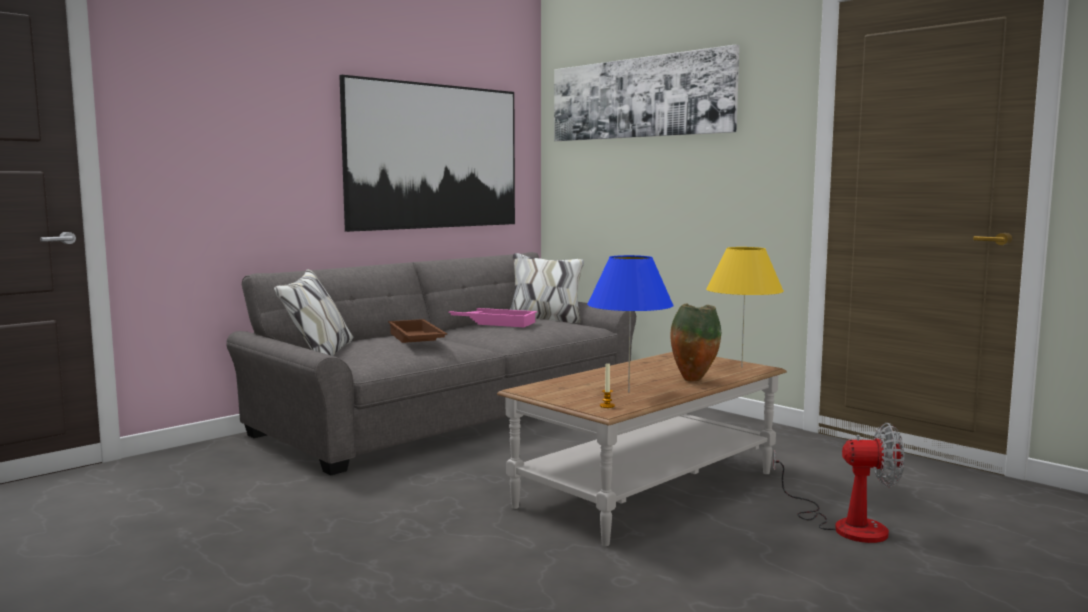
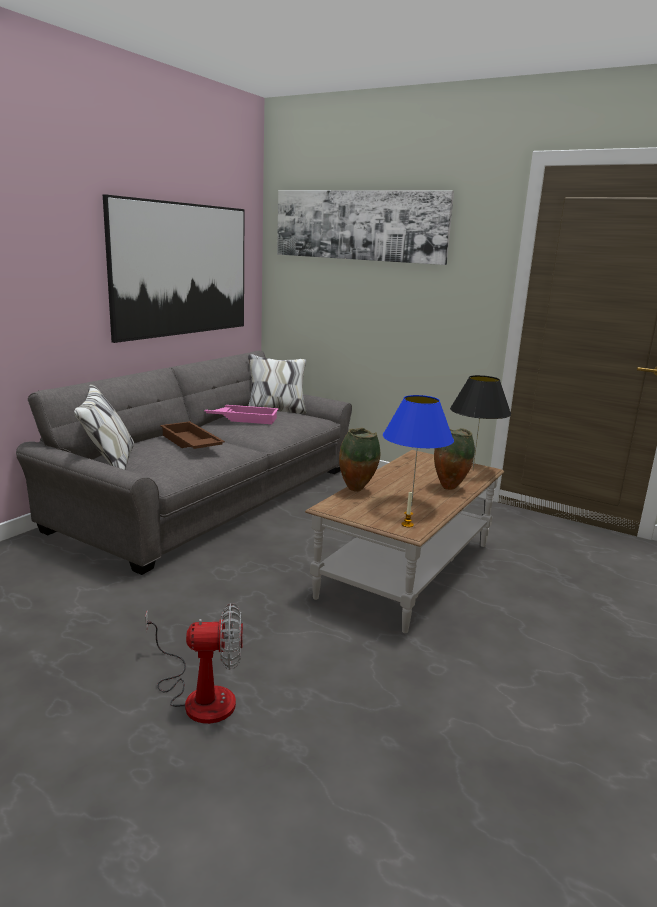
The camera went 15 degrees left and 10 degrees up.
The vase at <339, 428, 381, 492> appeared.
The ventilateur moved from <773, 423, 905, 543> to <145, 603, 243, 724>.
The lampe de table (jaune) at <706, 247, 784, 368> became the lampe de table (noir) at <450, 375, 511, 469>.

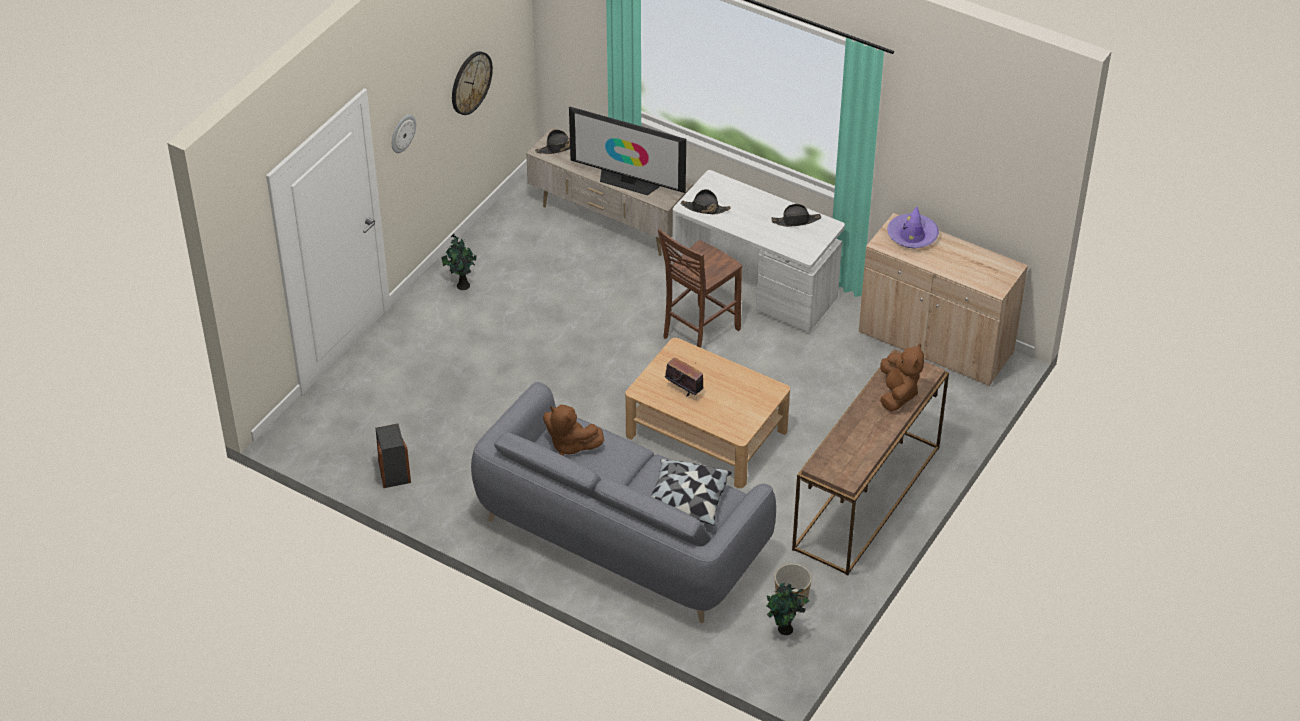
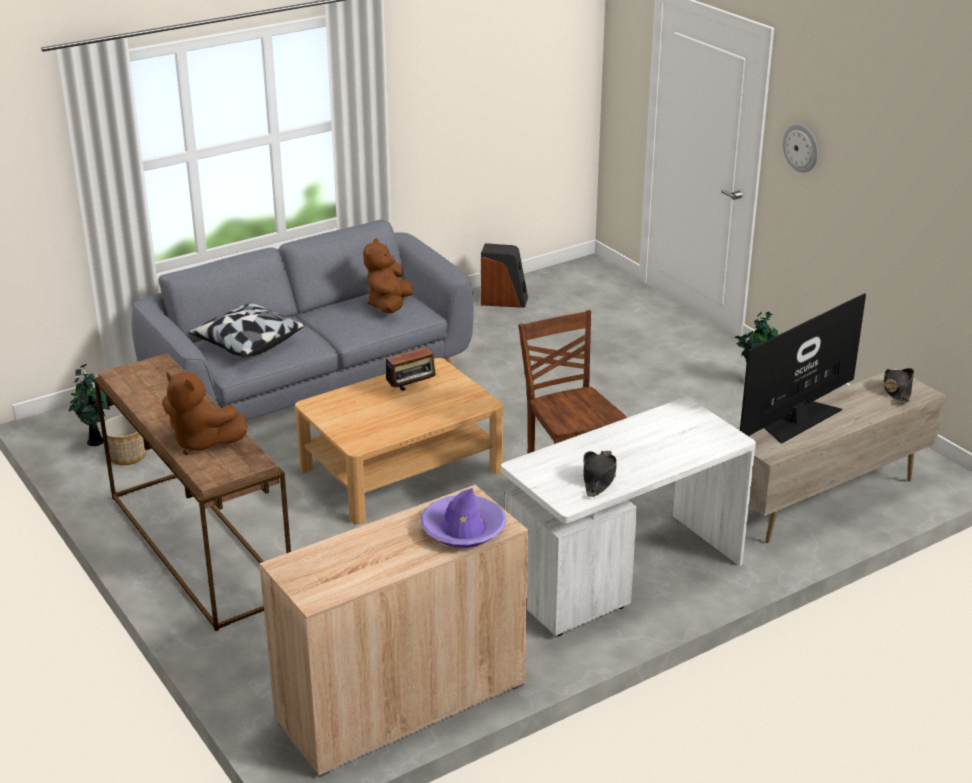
The camera went 115 degrees right and 15 degrees down.
The horloge murale at <452, 51, 493, 115> disappeared.
The chapeau (noir) at <681, 189, 731, 214> disappeared.
The peluche (marron) at <543, 405, 604, 456> turned 45 degrees counterclockwise.

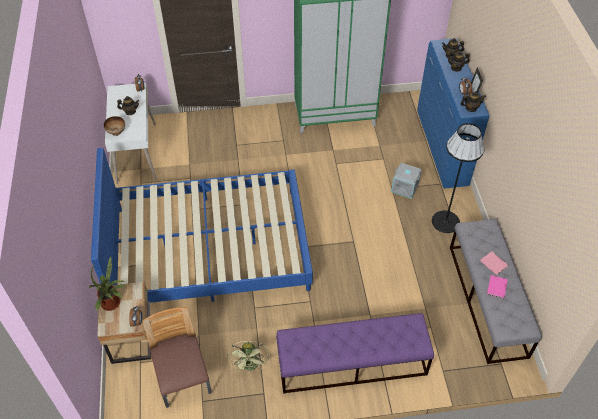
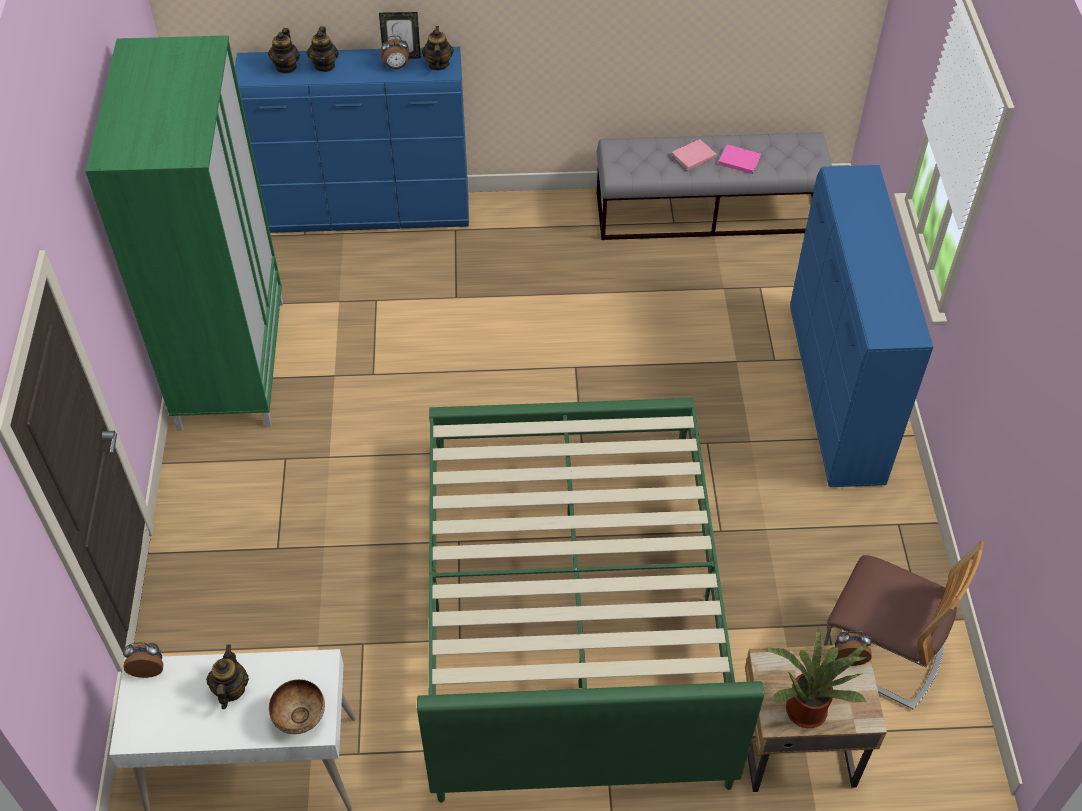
The camera went 85 degrees left and 0 degrees up.
The ventilateur (vert) at <227, 341, 269, 373> disappeared.
The boîte de rangement (gris) at <391, 163, 422, 199> disappeared.
The lampadaire (noir) at <432, 123, 485, 233> disappeared.
The banc (violet) at <276, 313, 434, 394> was replaced by the commode (bleu) at <790, 165, 933, 487>.
The lit (bleu) at <91, 148, 313, 303> became the lit (vert) at <417, 398, 764, 803>.
The chaise at <142, 307, 212, 408> turned 135 degrees counterclockwise.

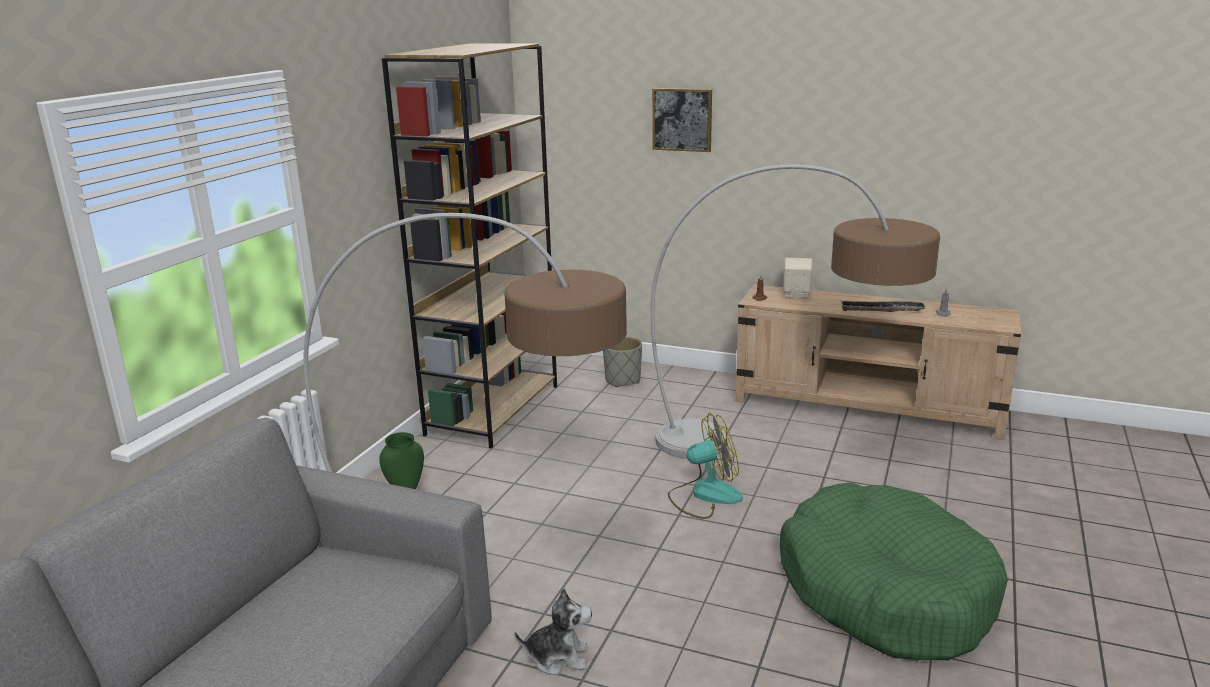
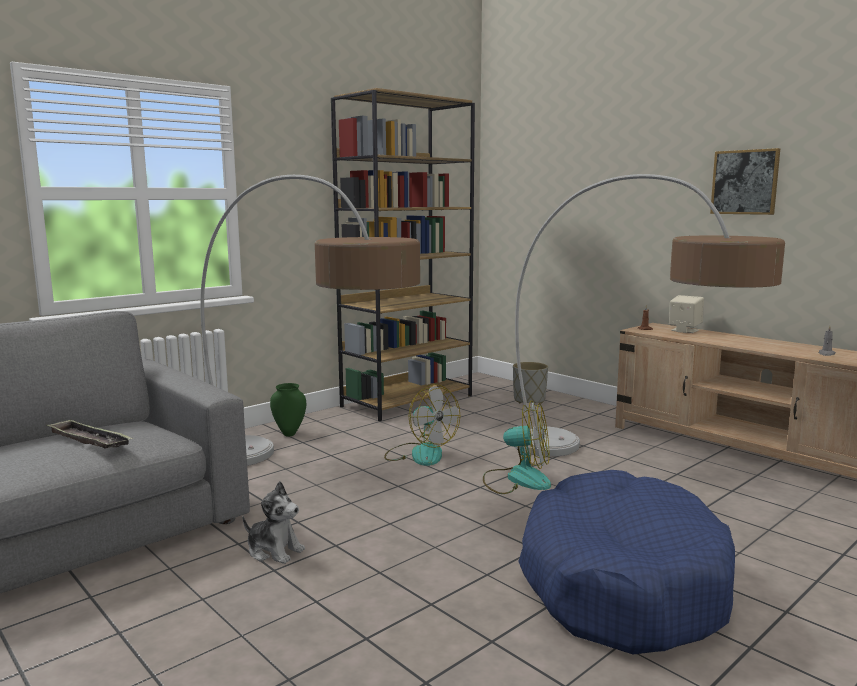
The camera went 25 degrees right and 10 degrees down.
The ventilateur at <384, 384, 460, 466> appeared.
The tableau moved from <652, 88, 712, 152> to <710, 148, 780, 215>.
The plateau moved from <840, 301, 926, 312> to <46, 420, 133, 449>.
The panier pour chien (vert) at <780, 482, 1008, 660> became the panier pour chien (bleu) at <518, 470, 735, 655>.

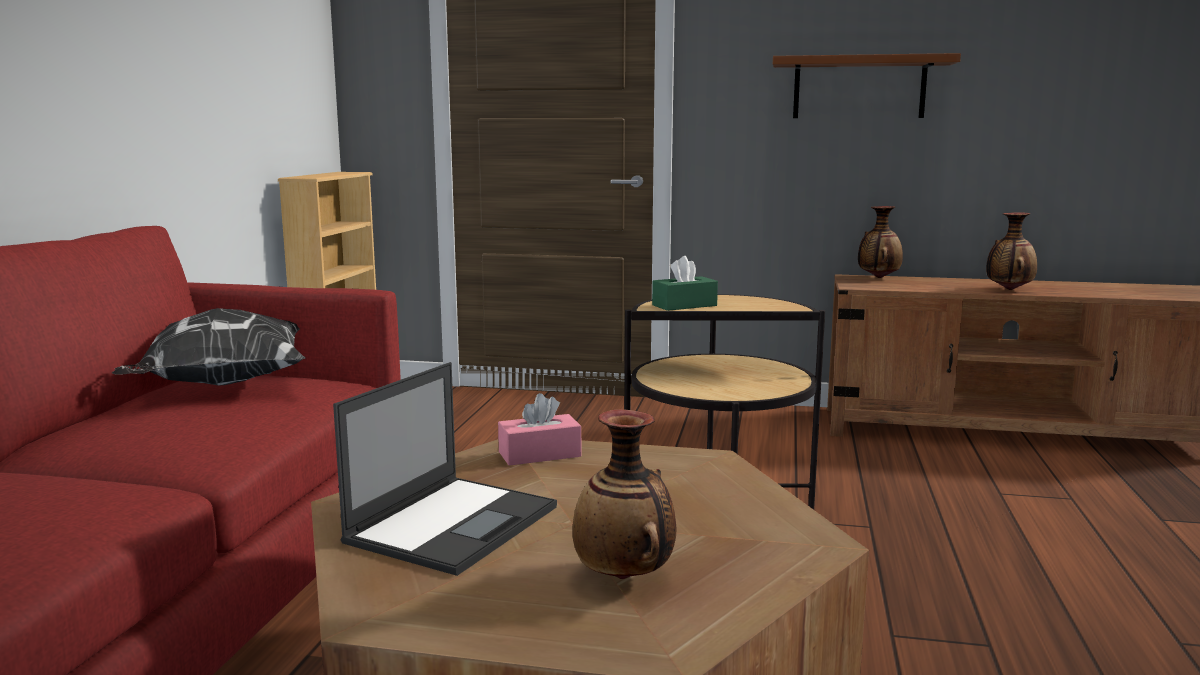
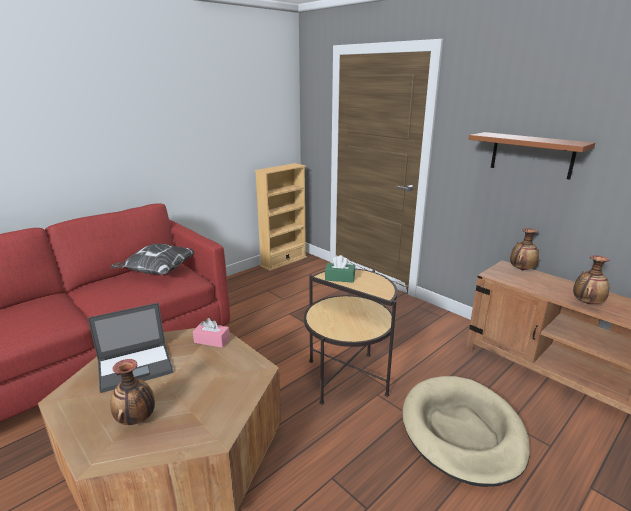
The camera went 35 degrees right and 10 degrees up.
The panier pour chien (beige) at <402, 376, 530, 487> appeared.

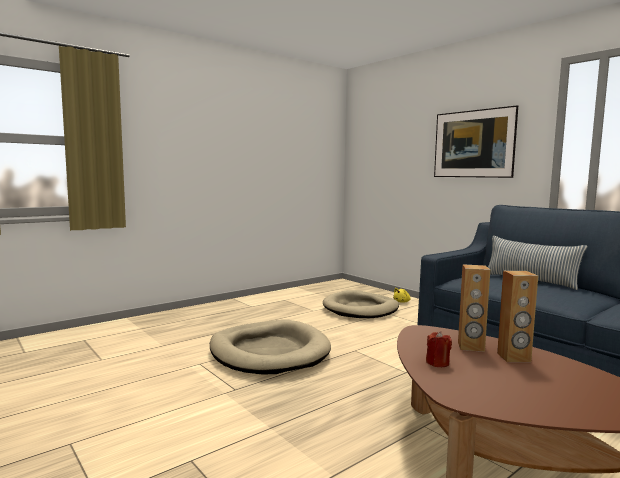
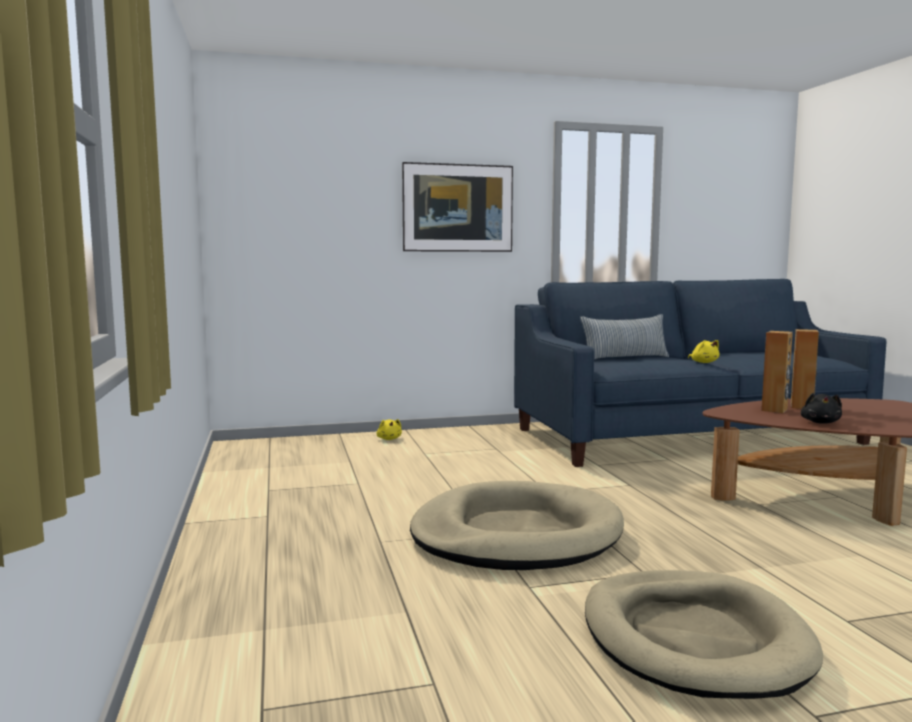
The camera went 65 degrees left and 0 degrees up.
The peluche (jaune) at <688, 340, 720, 363> appeared.
The panier pour chien (beige) moved from <323, 290, 399, 318> to <585, 570, 823, 699>.
The bougie (rouge) at <426, 331, 452, 367> was replaced by the peluche (noir) at <801, 393, 842, 424>.

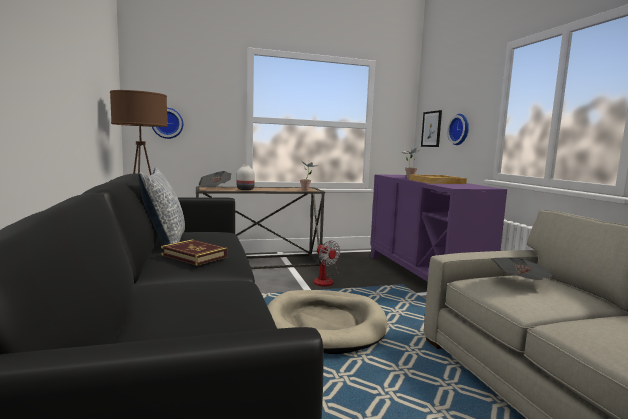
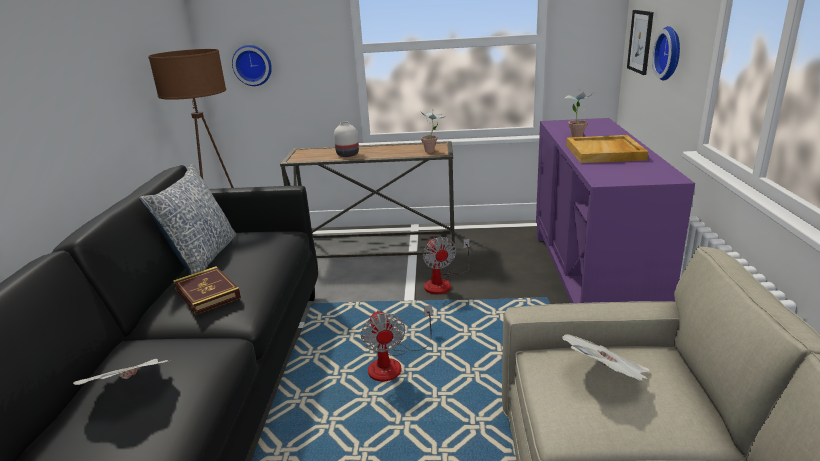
The camera went 20 degrees right and 15 degrees up.
The journal moved from <199, 171, 231, 188> to <73, 359, 168, 385>.
The panier pour chien (beige) at <267, 290, 387, 354> was replaced by the ventilateur at <361, 305, 432, 381>.

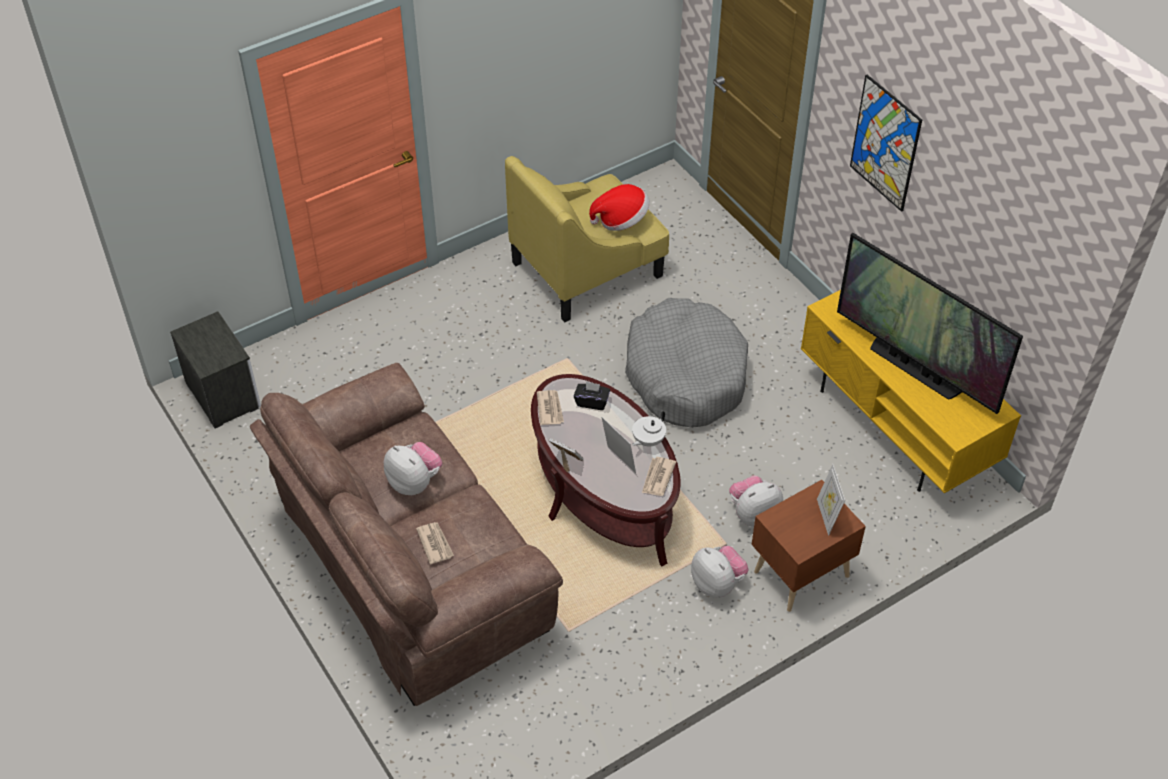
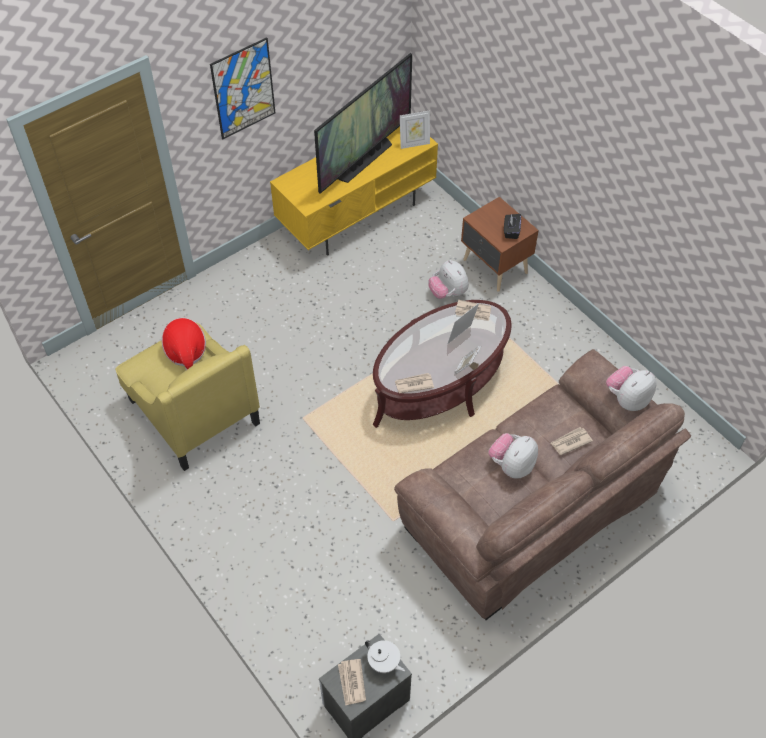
The camera went 95 degrees left and 5 degrees up.
The panier pour chien (gris) at <625, 298, 748, 428> disappeared.
The journal at <338, 659, 366, 706> appeared.
The boîte à mouchoirs (noir) moved from <574, 381, 610, 410> to <504, 214, 521, 239>.
The théière (blanc) moved from <632, 411, 666, 447> to <365, 640, 405, 673>.
The peluche moved from <691, 546, 749, 598> to <606, 366, 656, 411>.
The cadre photo moved from <817, 464, 845, 536> to <400, 110, 430, 149>.

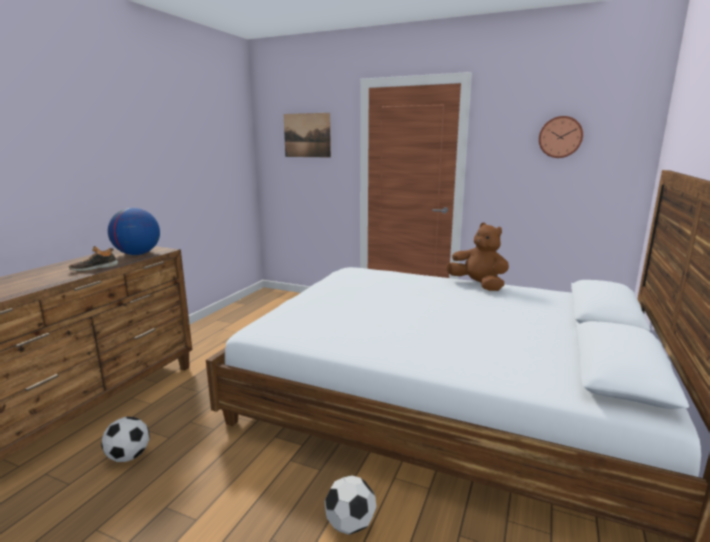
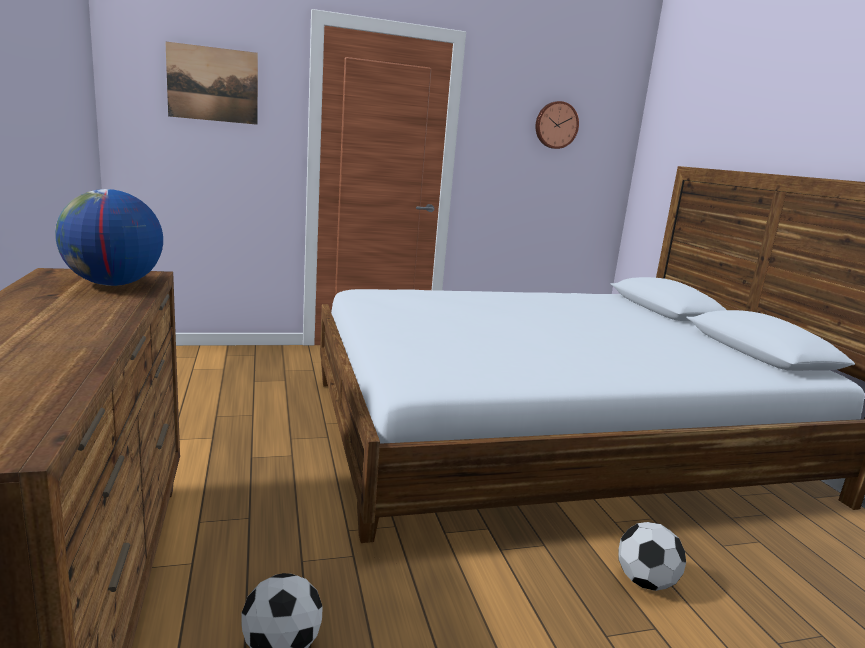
The camera went 40 degrees left and 0 degrees up.
The chaussure at <69, 246, 119, 271> disappeared.
The peluche (marron) at <446, 223, 509, 291> disappeared.

